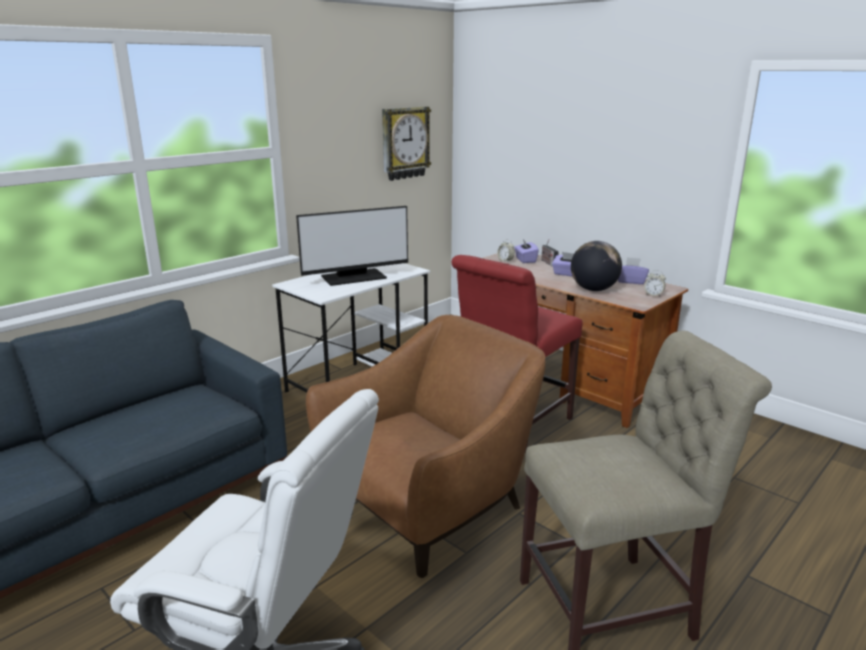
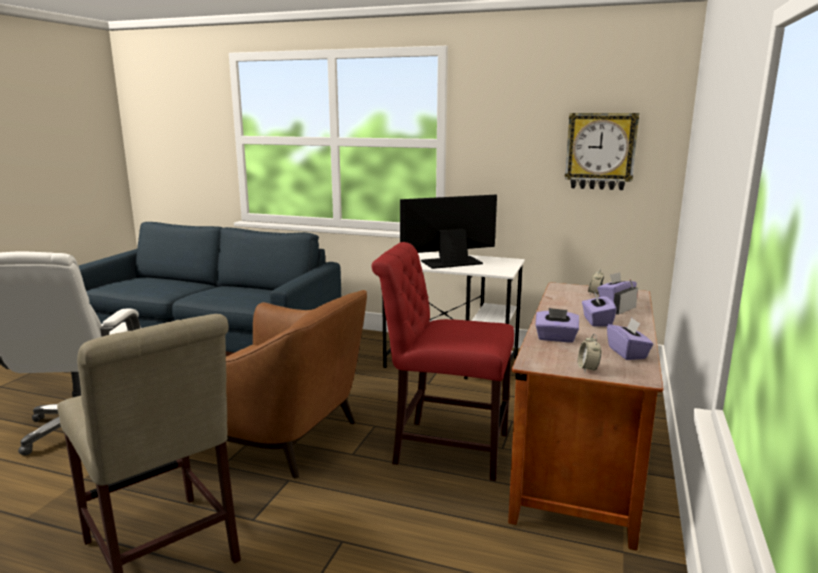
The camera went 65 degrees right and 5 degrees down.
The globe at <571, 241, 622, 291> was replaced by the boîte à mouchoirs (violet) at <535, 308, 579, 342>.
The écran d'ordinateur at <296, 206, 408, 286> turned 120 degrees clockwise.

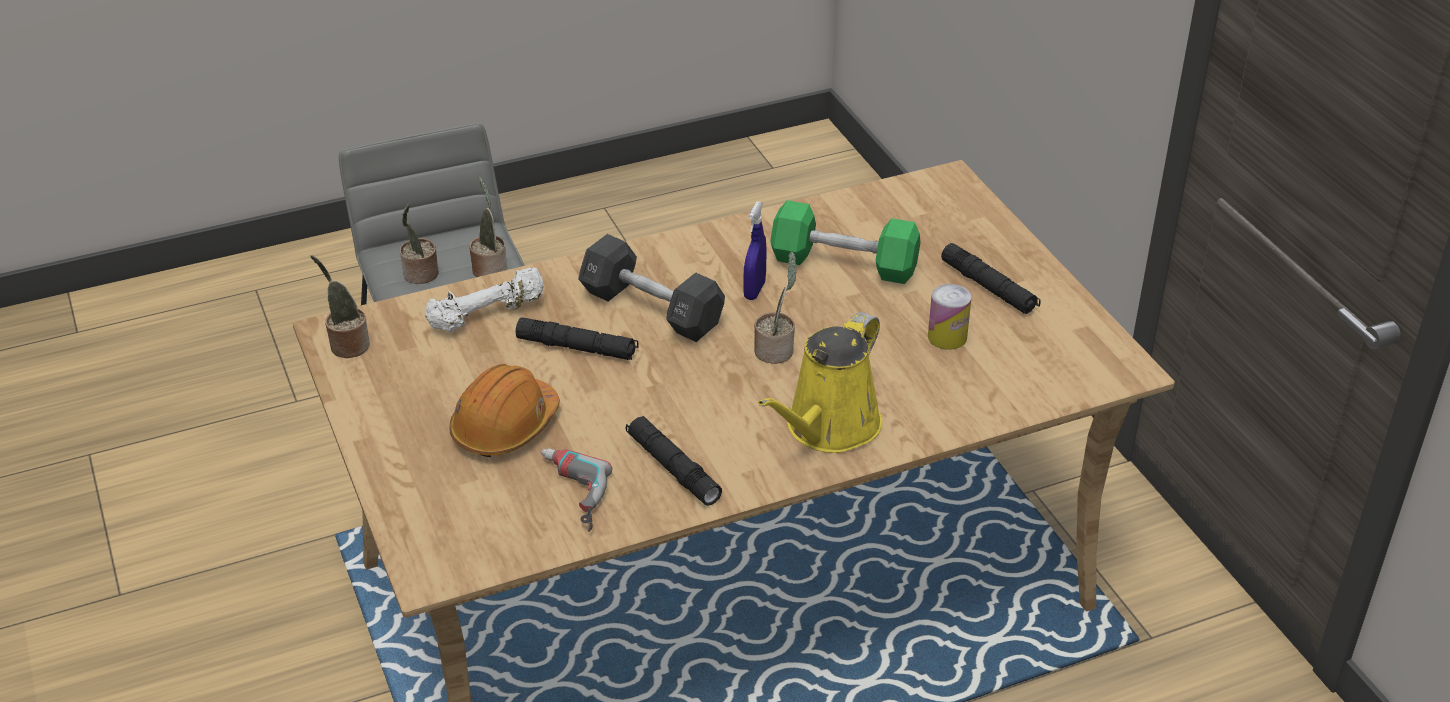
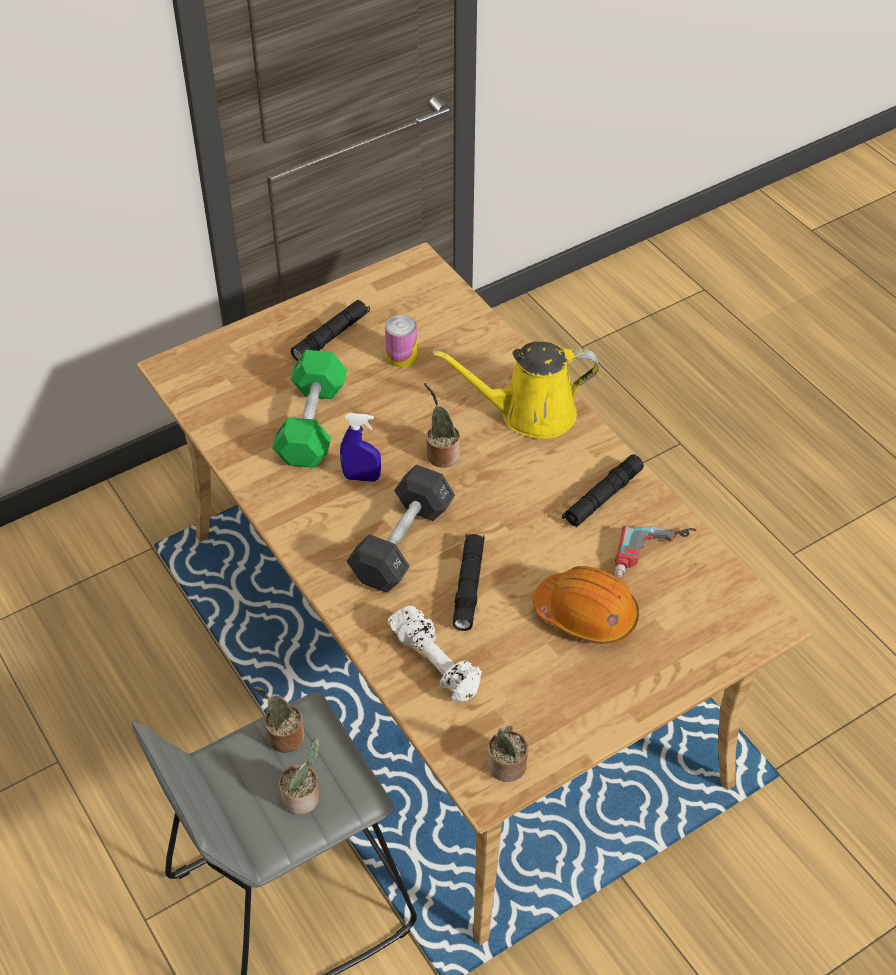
The camera went 100 degrees left and 10 degrees up.
The arrosoir (jaune) at <758, 312, 882, 453> turned 150 degrees clockwise.

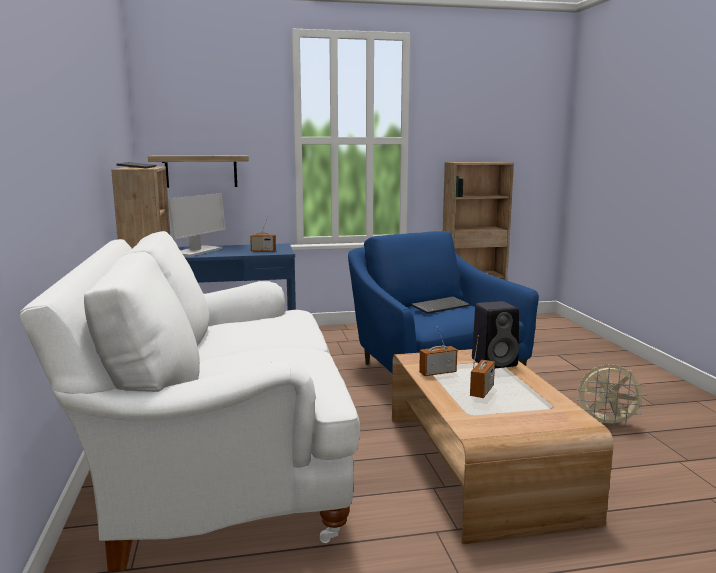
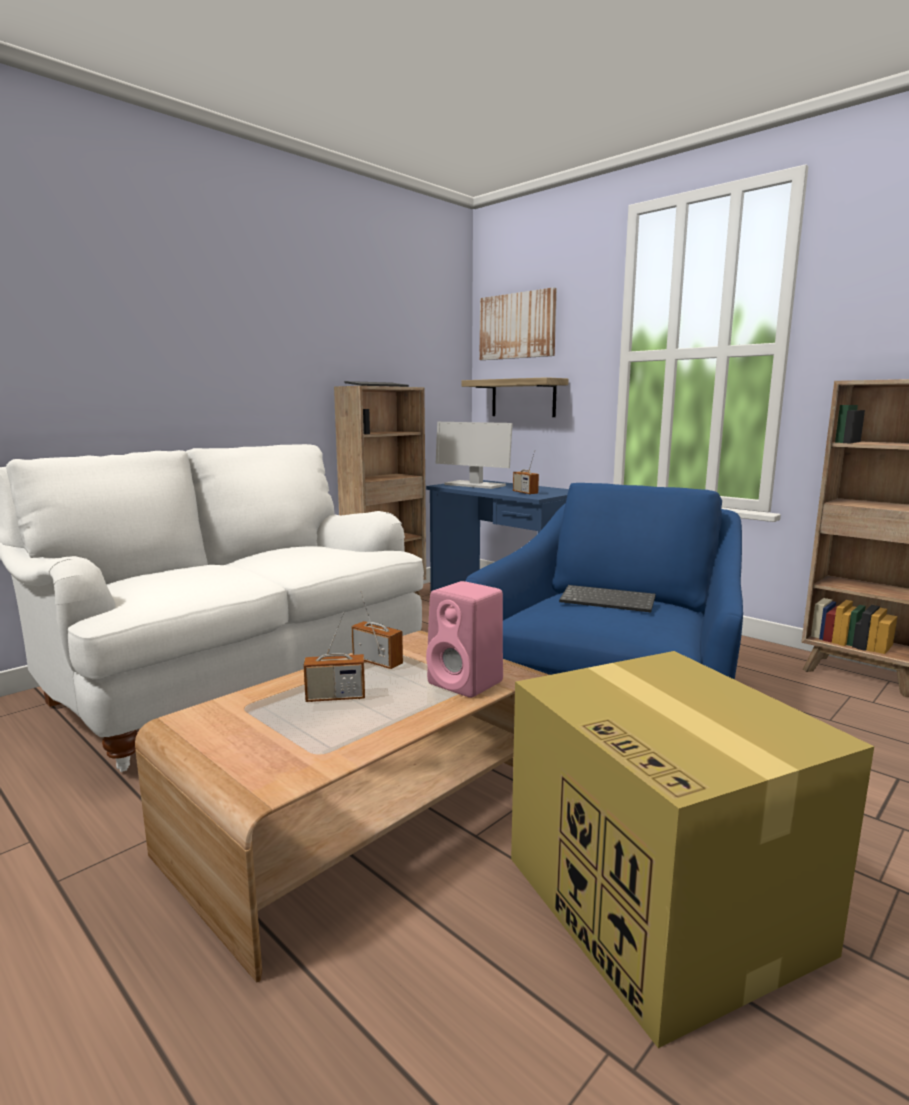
The camera went 55 degrees right and 0 degrees up.
The tableau at <480, 287, 557, 360> appeared.
The ventilateur (beige) at <576, 364, 647, 428> was replaced by the carton at <511, 651, 874, 1048>.
The enceinte (noir) at <472, 301, 519, 368> became the enceinte (rose) at <426, 581, 503, 698>.
The écran d'ordinateur at <168, 193, 226, 257> turned 45 degrees clockwise.

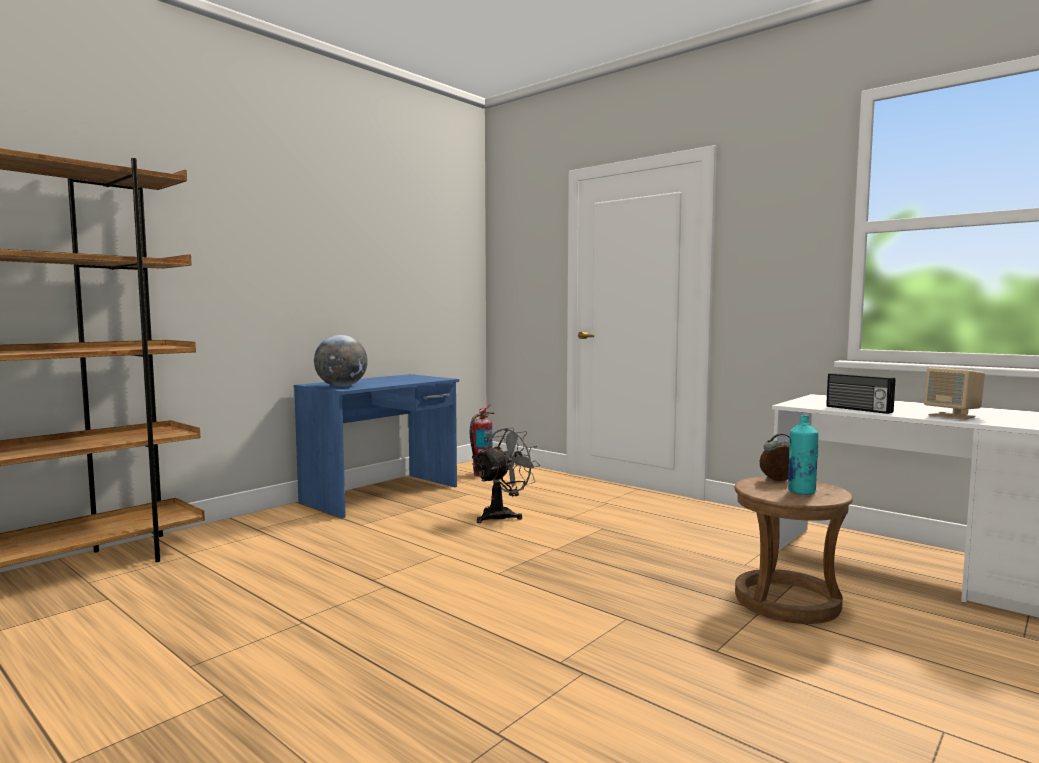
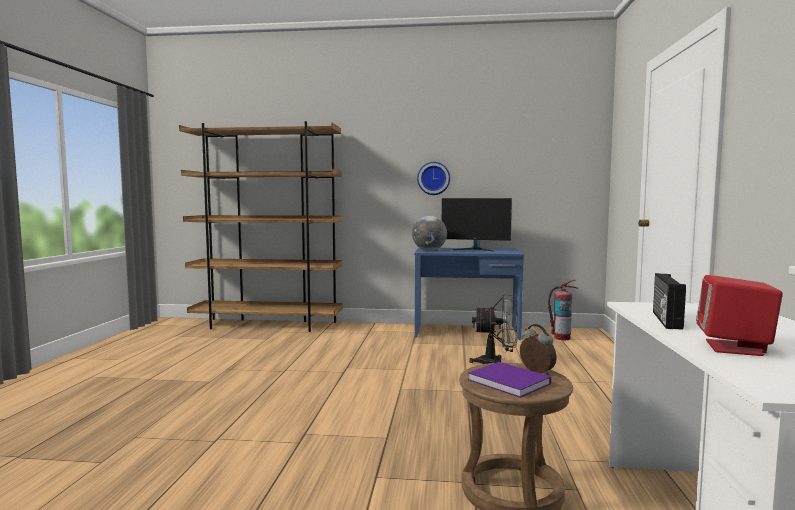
The camera went 55 degrees right and 0 degrees up.
The horloge murale at <417, 162, 450, 195> appeared.
The écran d'ordinateur at <442, 198, 512, 251> appeared.
The bouteille (turquoise) at <788, 415, 818, 495> was replaced by the livre (violet) at <467, 362, 551, 398>.
The enceinte (beige) at <924, 367, 985, 420> became the enceinte (rouge) at <696, 275, 783, 356>.

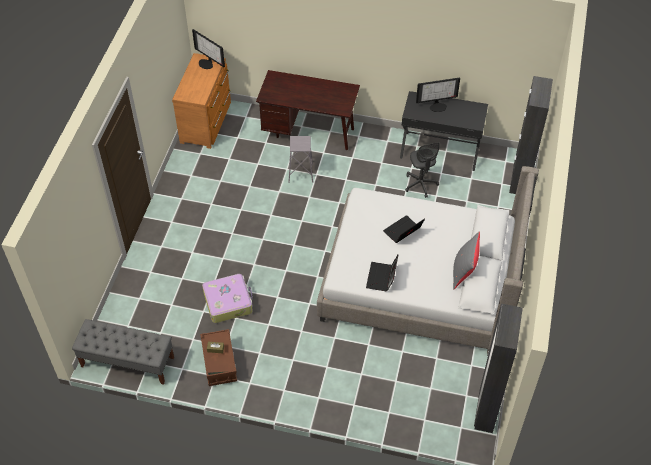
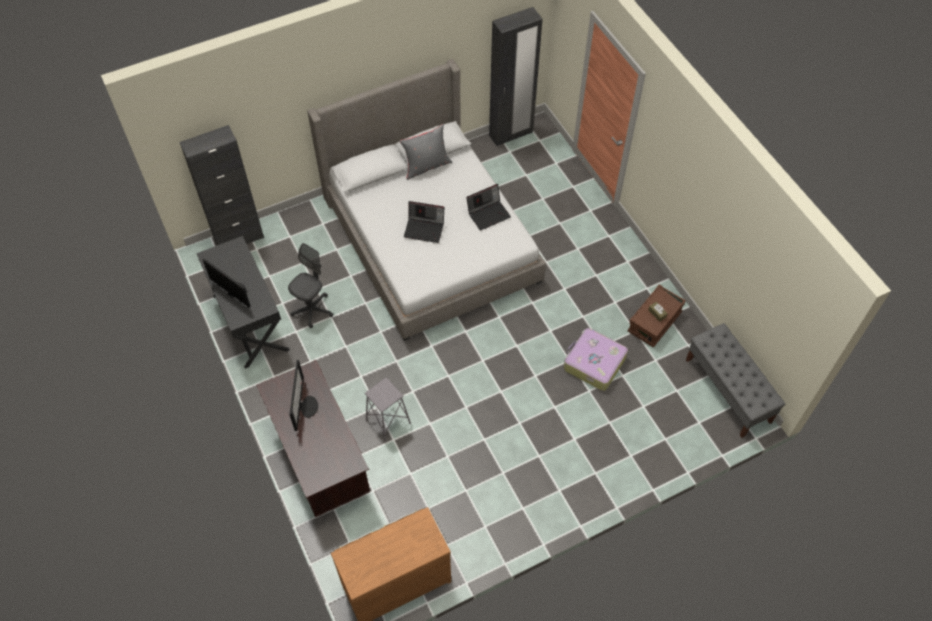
The camera went 130 degrees left and 5 degrees up.
The écran d'ordinateur moved from <192, 29, 225, 69> to <290, 360, 318, 431>.

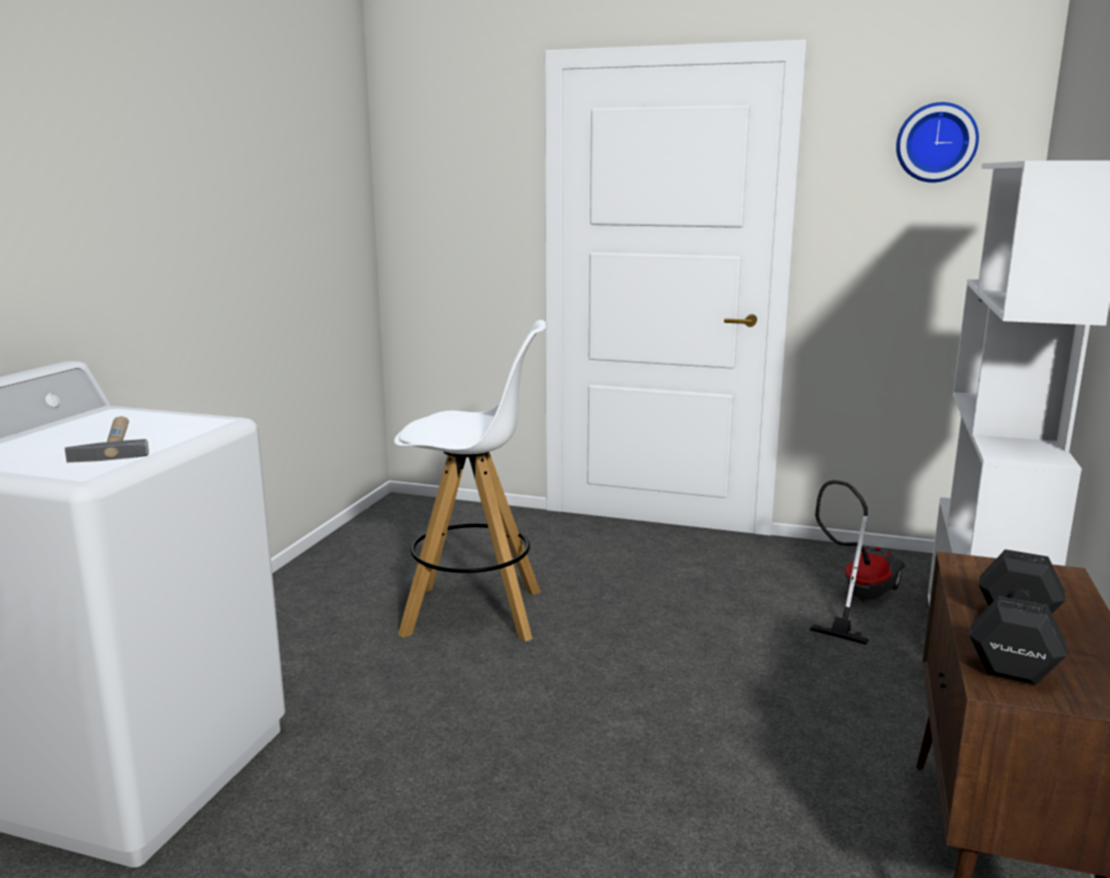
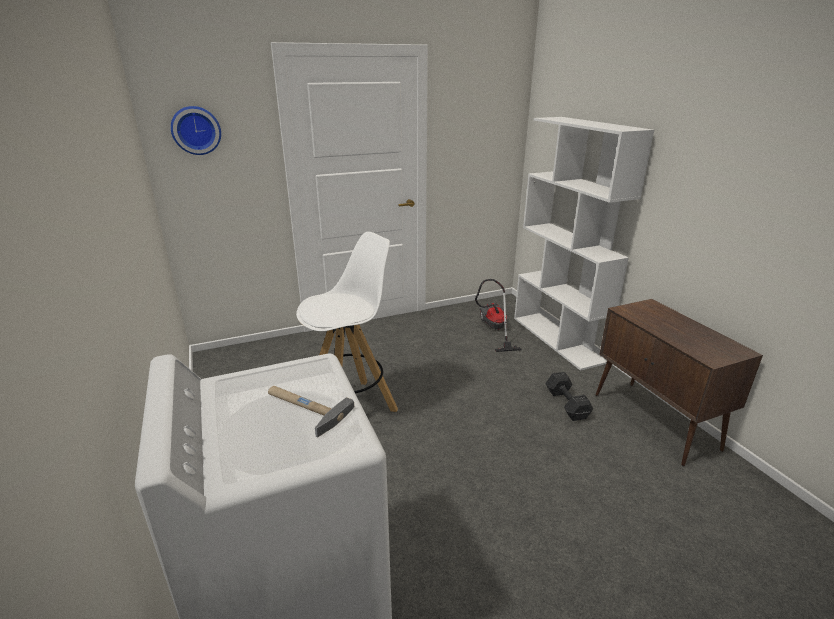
The camera went 40 degrees left and 10 degrees up.
The horloge murale moved from <896, 102, 979, 183> to <171, 106, 221, 155>.
The haltère (noir) moved from <969, 549, 1067, 685> to <545, 372, 593, 421>.

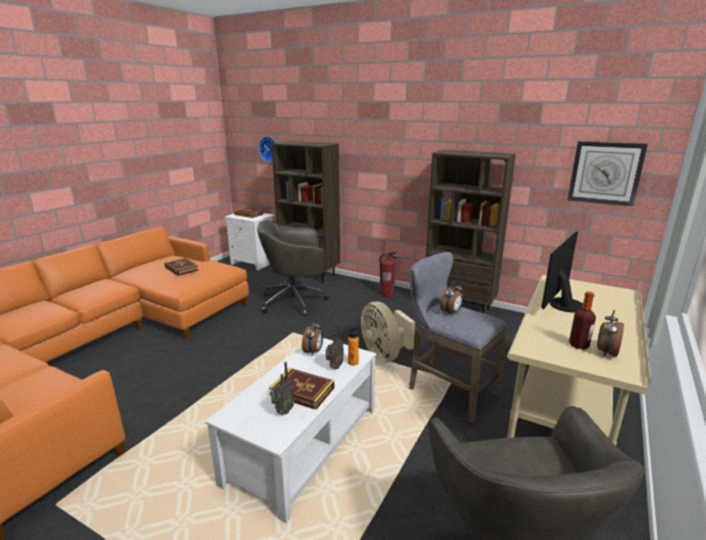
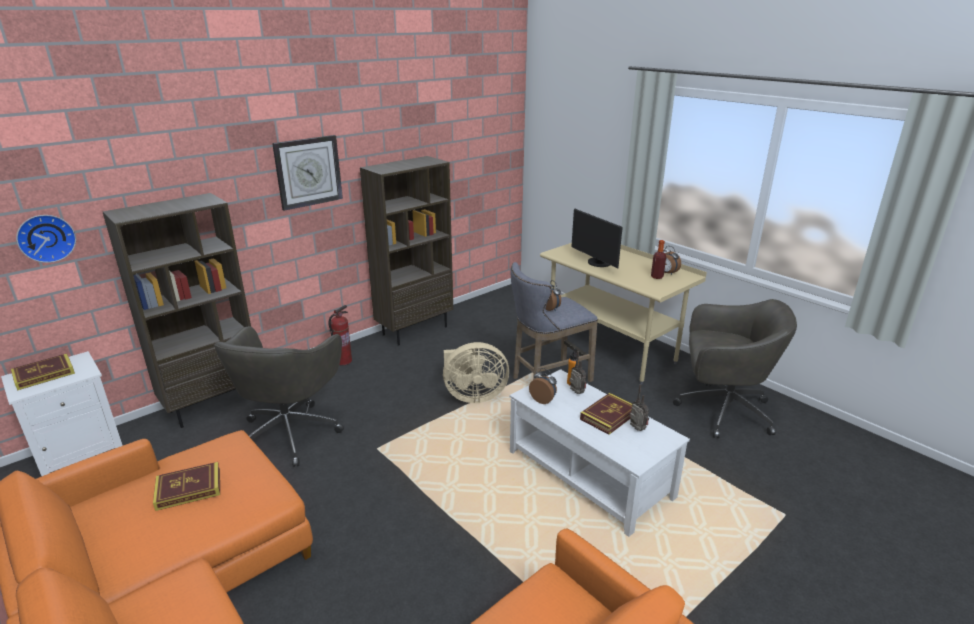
The camera went 70 degrees left and 5 degrees up.
The horloge murale moved from <568, 141, 648, 207> to <272, 135, 343, 211>.

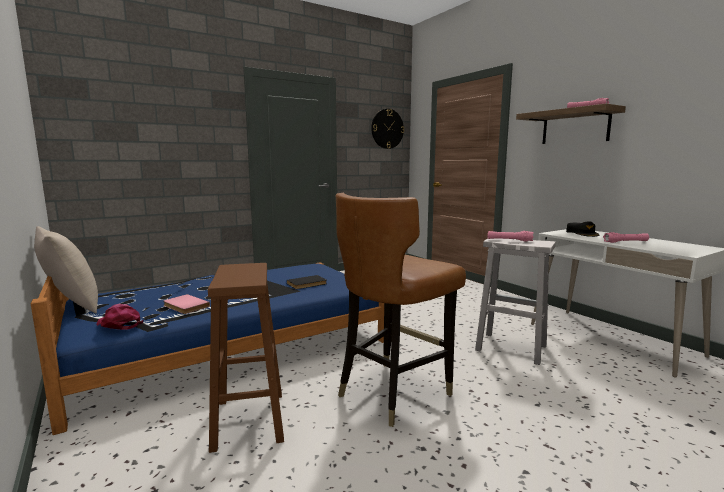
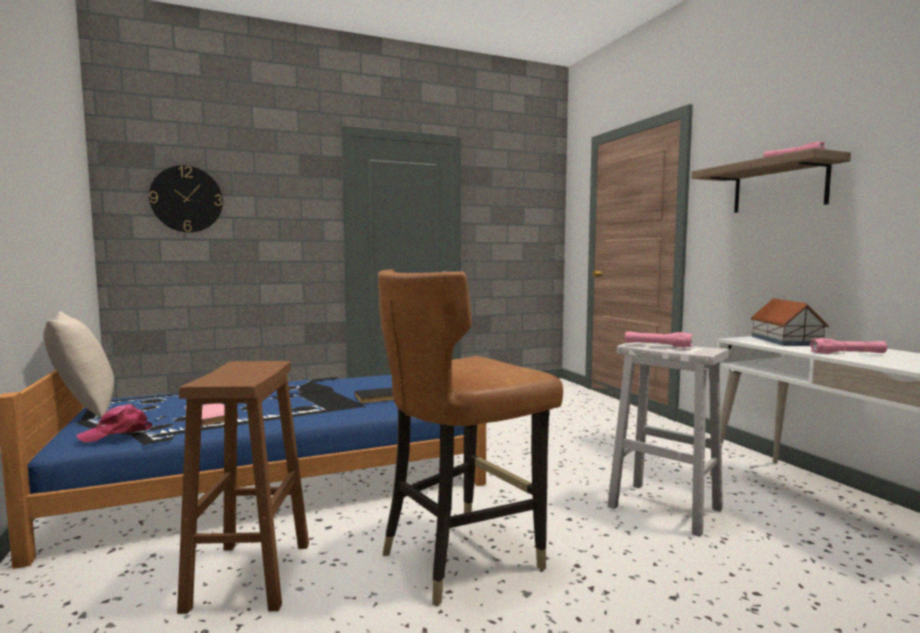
The camera went 10 degrees right and 5 degrees down.
The horloge murale moved from <371, 109, 404, 149> to <149, 165, 223, 233>.
The casquette (noir) at <566, 221, 599, 237> was replaced by the maison miniature at <751, 298, 829, 346>.
The casquette (rose) at <96, 304, 143, 330> turned 75 degrees counterclockwise.

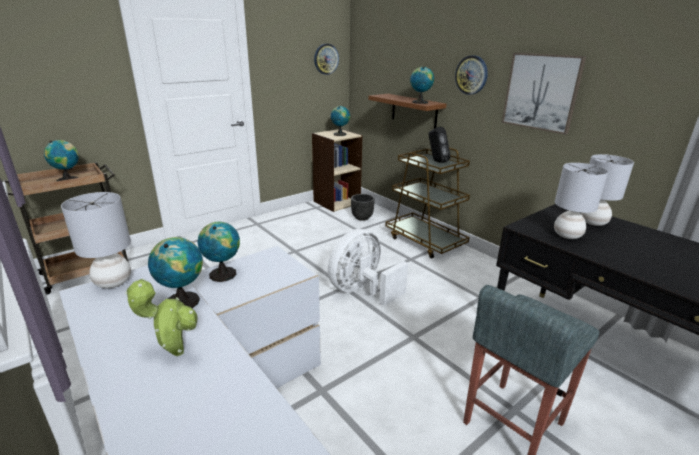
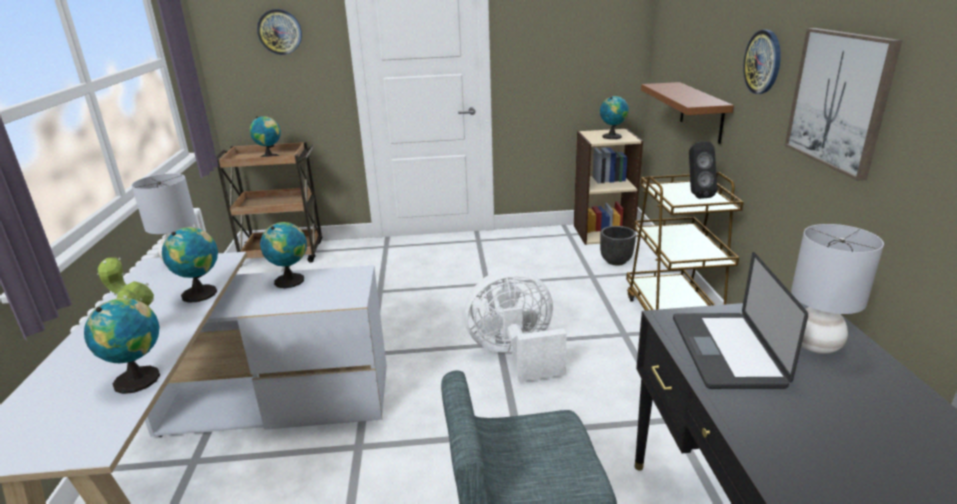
The camera went 35 degrees right and 0 degrees up.
The horloge murale moved from <314, 44, 339, 75> to <257, 9, 302, 55>.
The globe moved from <410, 67, 434, 104> to <84, 298, 160, 394>.
The lampe de table (gris) at <554, 163, 608, 239> was replaced by the ordinateur portable at <673, 252, 808, 389>.

